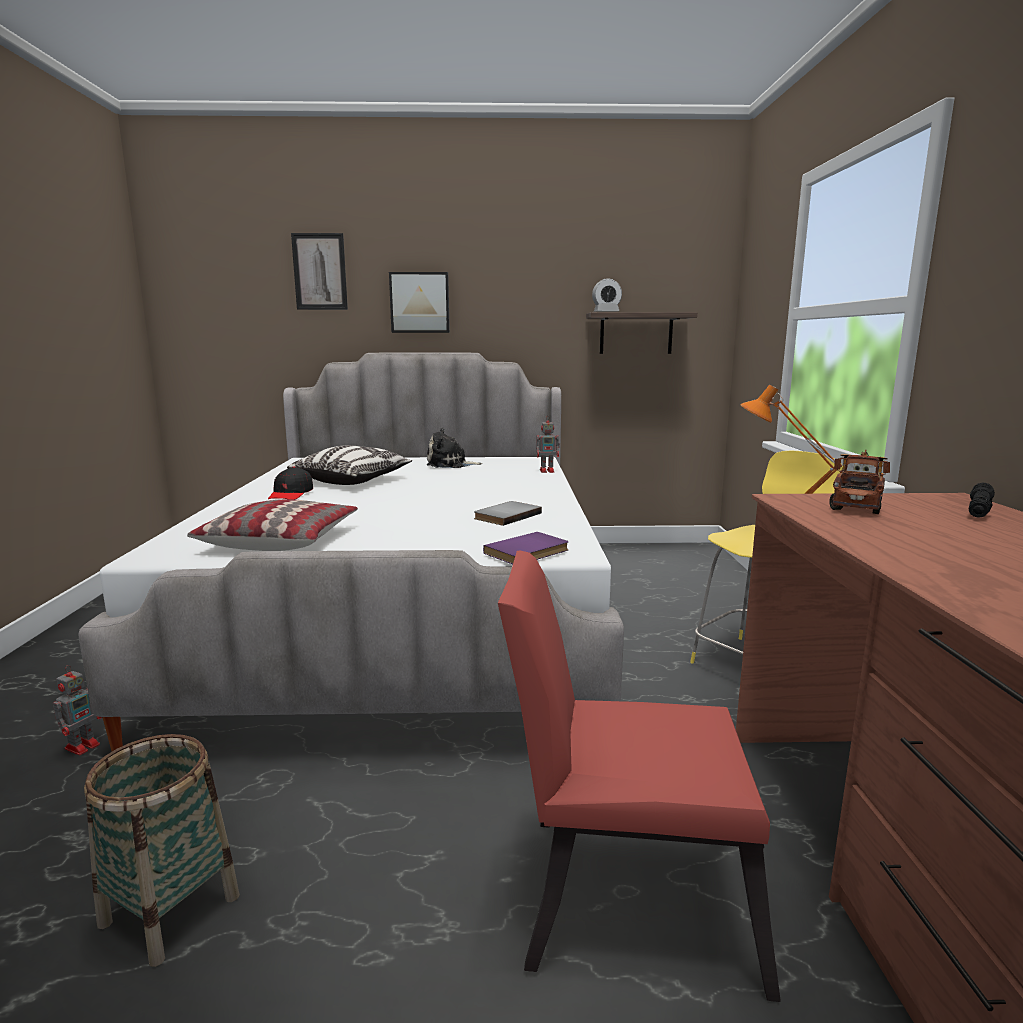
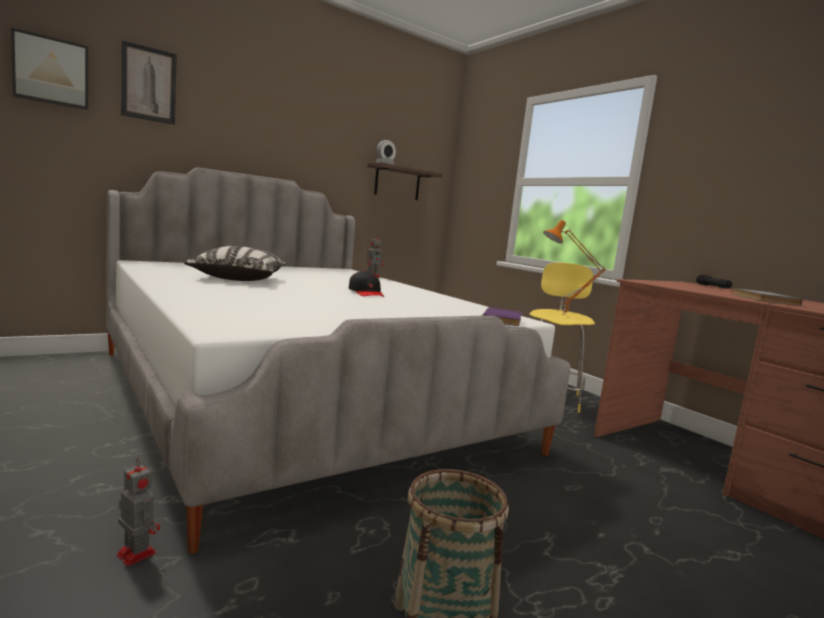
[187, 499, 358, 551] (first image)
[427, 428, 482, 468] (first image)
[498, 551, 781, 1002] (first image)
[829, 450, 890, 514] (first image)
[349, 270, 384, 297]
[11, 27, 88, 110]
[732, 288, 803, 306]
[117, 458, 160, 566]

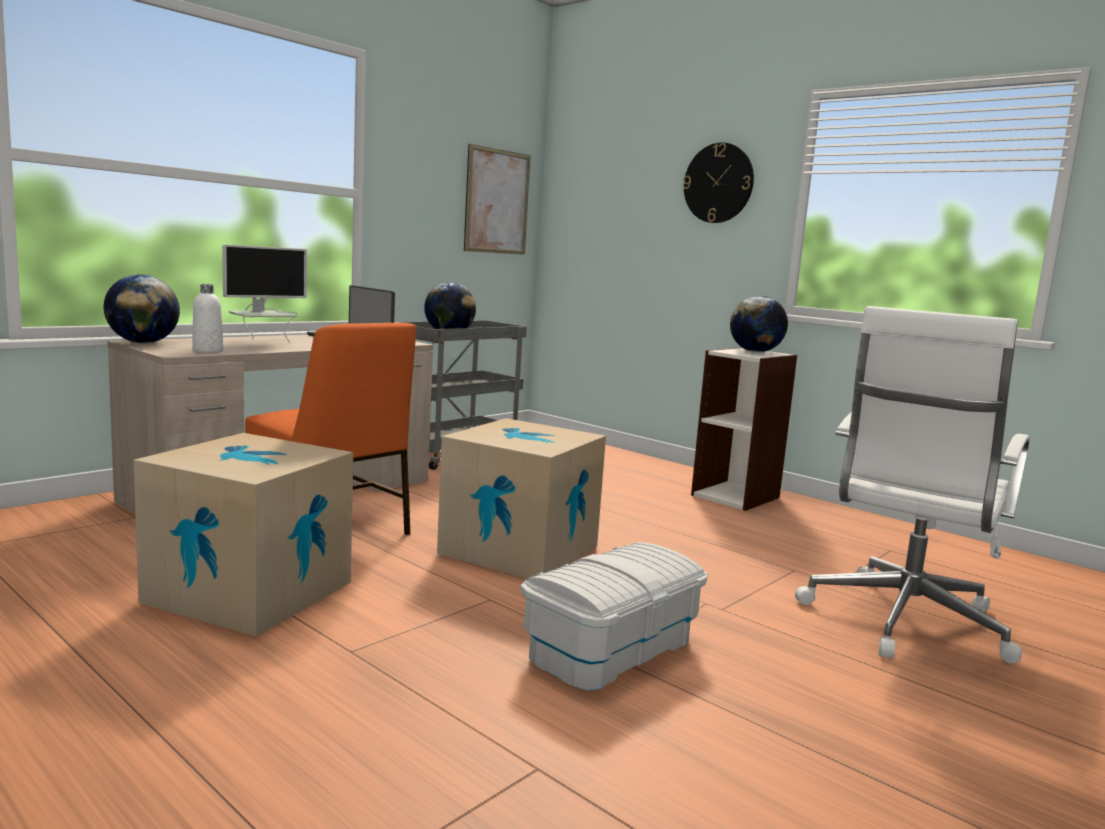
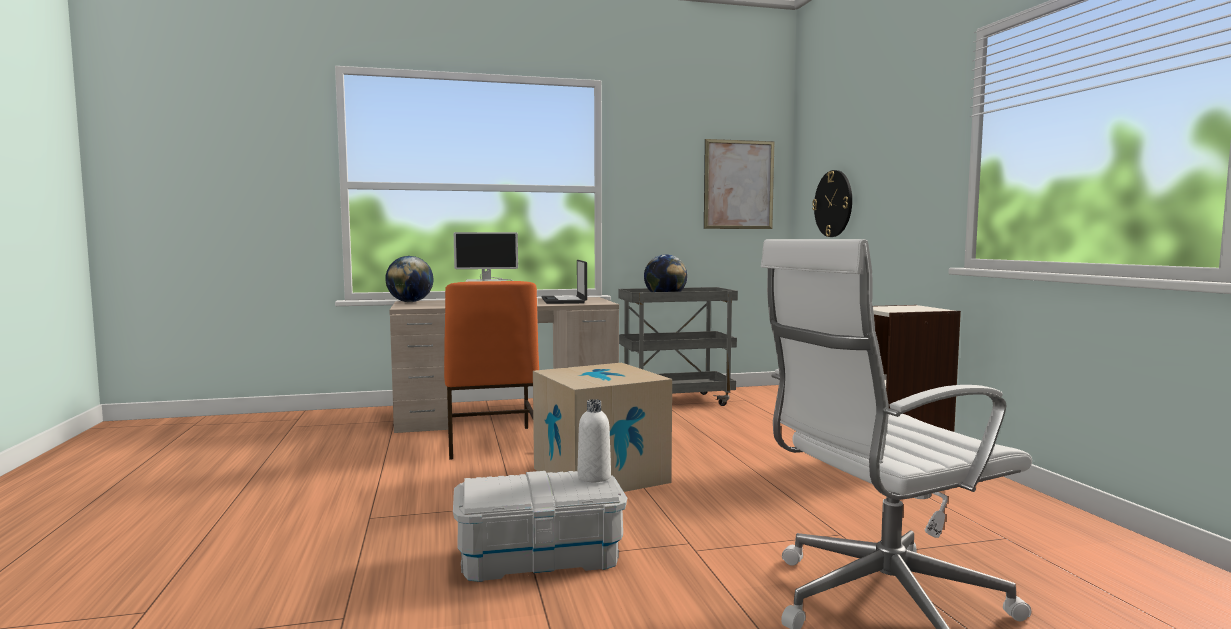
[134, 433, 353, 637] (first image)
[730, 296, 788, 352] (first image)
[577, 399, 611, 482]
[812, 170, 852, 237]

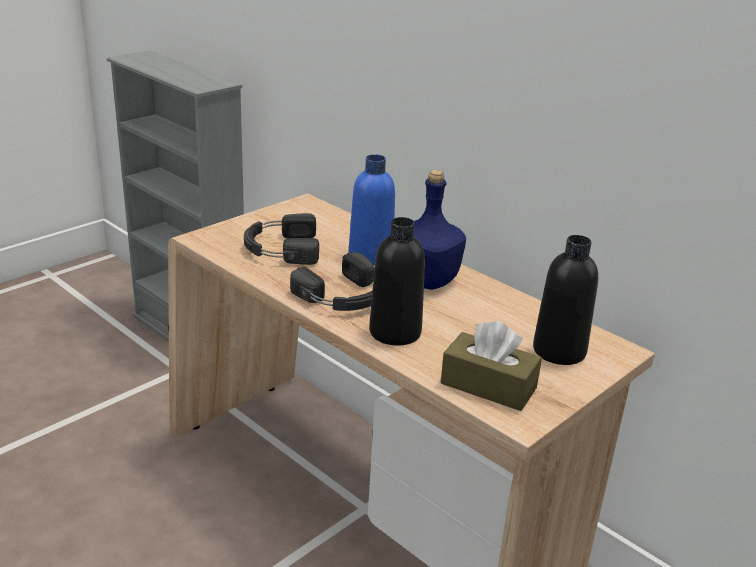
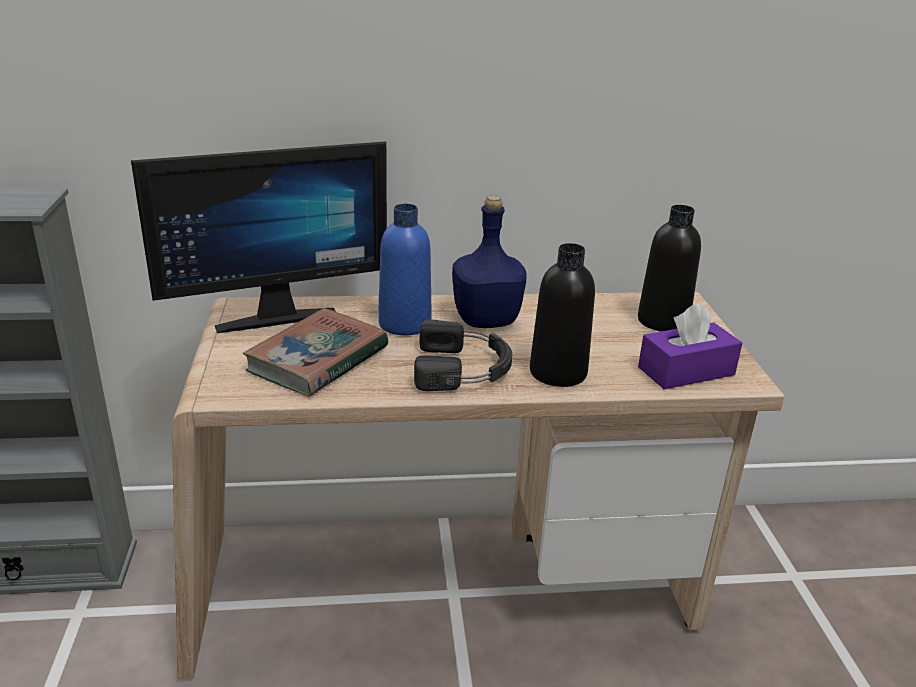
[131, 141, 387, 333]
[243, 308, 388, 396]
[638, 303, 742, 389]

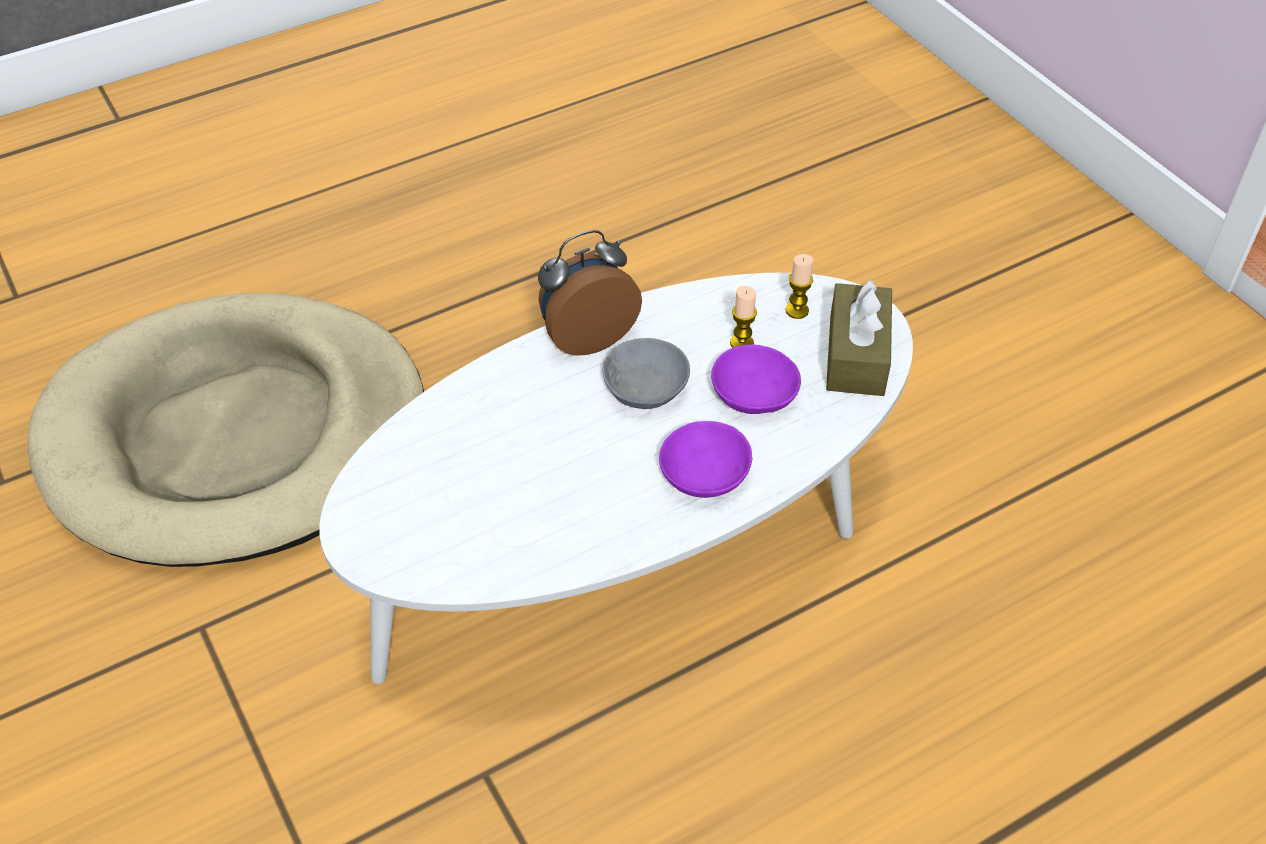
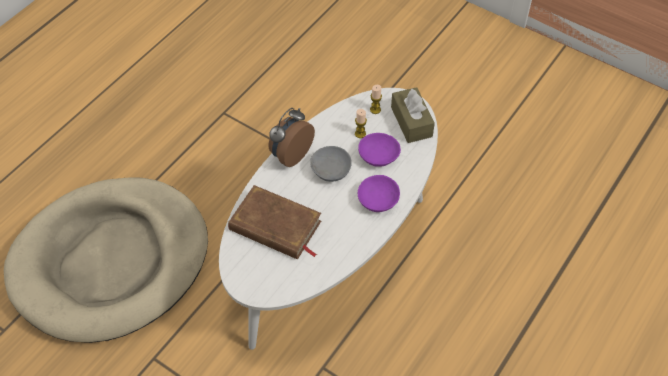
[228, 185, 321, 259]

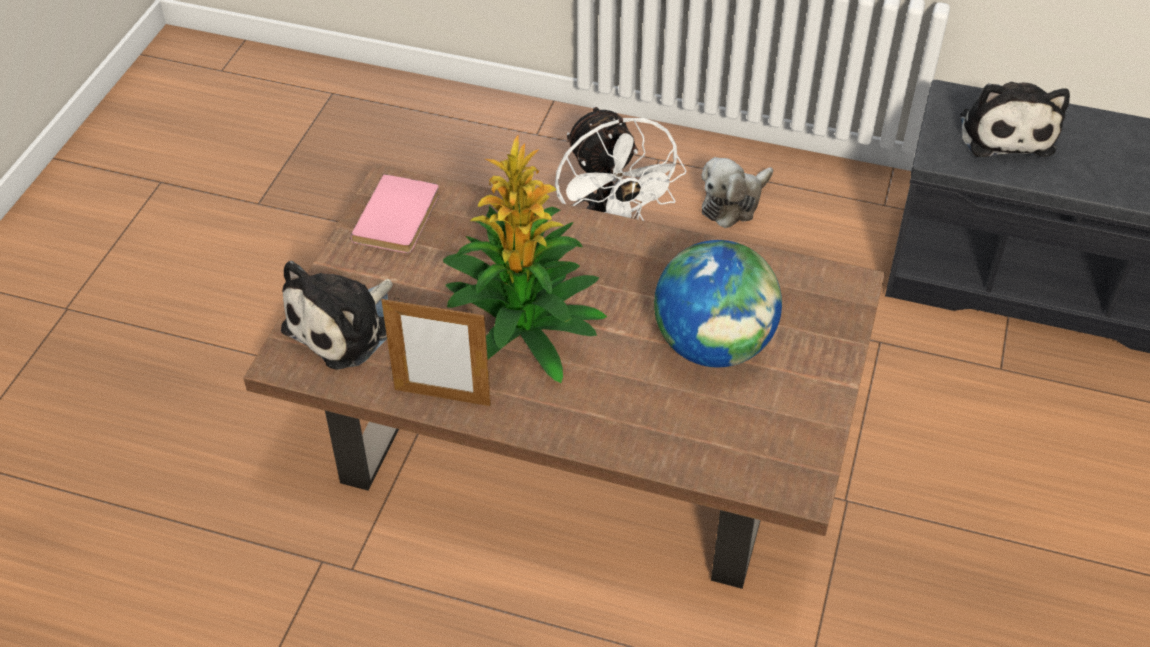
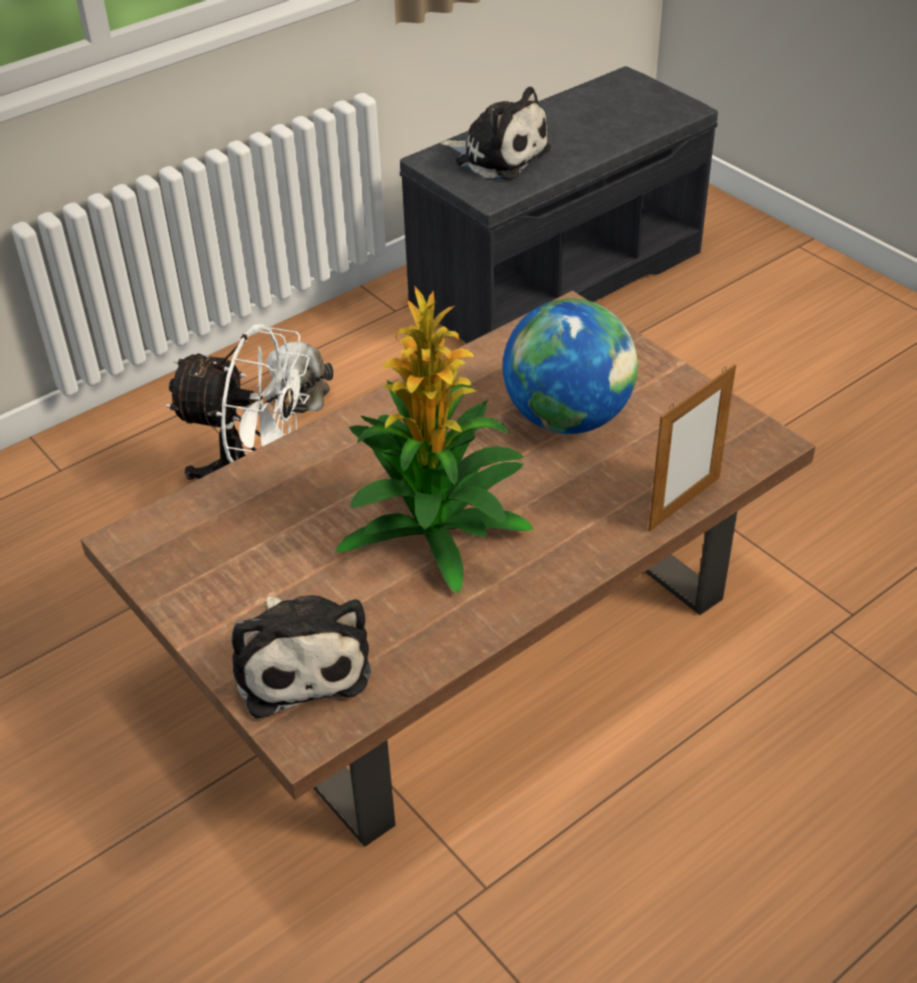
[351, 174, 439, 253] (first image)
[649, 364, 736, 531]

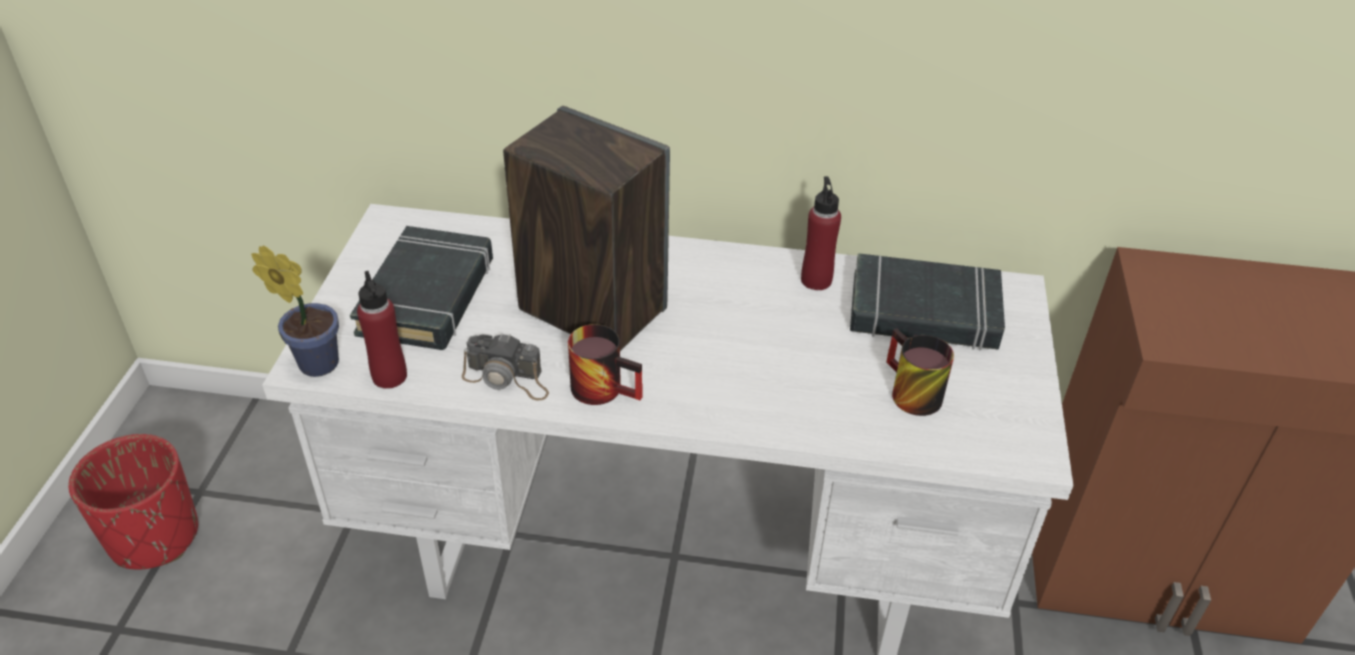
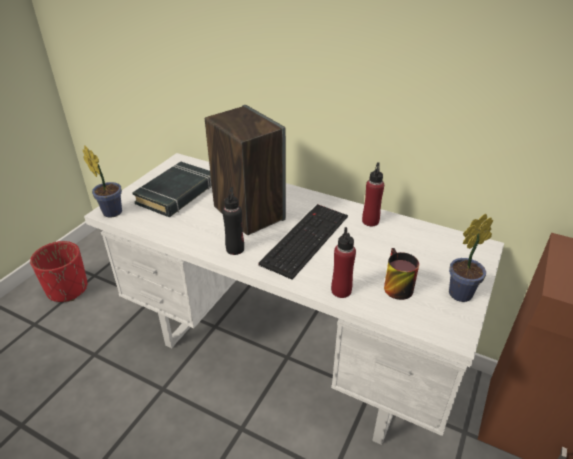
[462, 333, 549, 401] (first image)
[850, 253, 1005, 350] (first image)
[258, 204, 348, 280]
[449, 214, 493, 302]
[331, 227, 356, 298]
[222, 187, 244, 255]

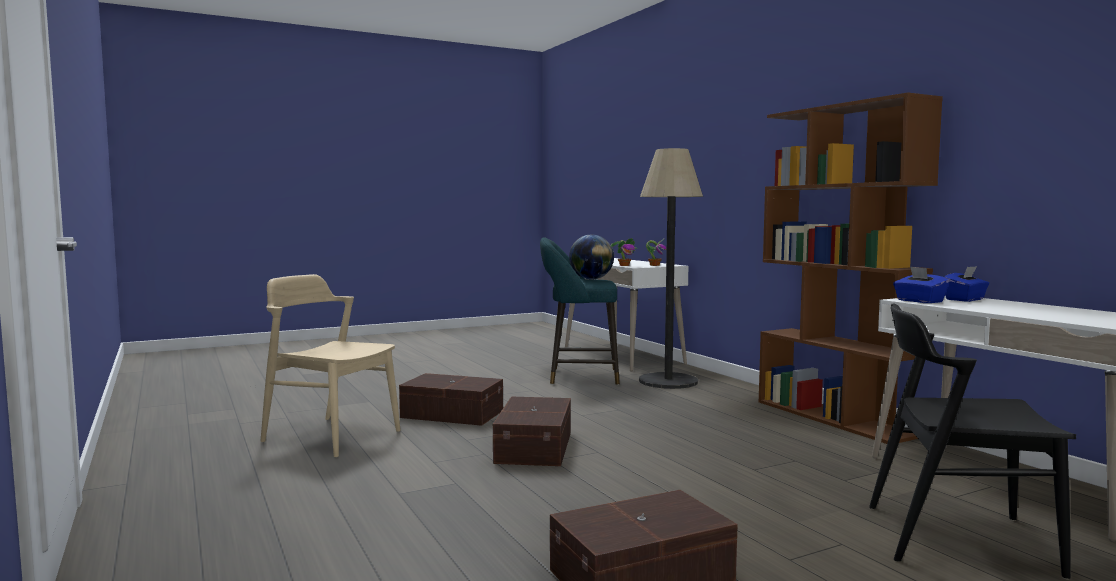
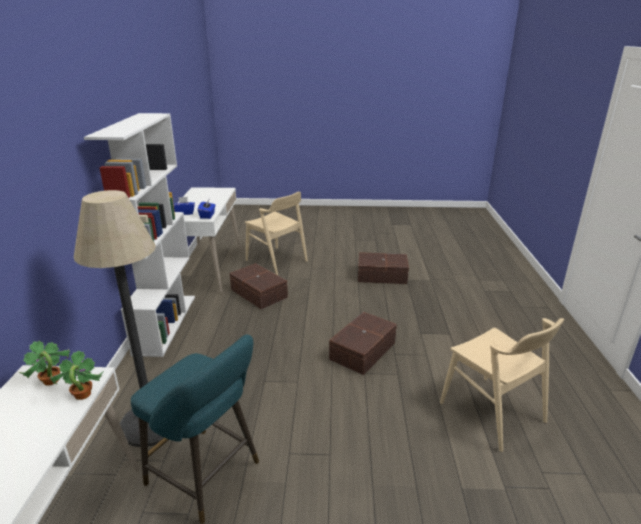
[569, 234, 614, 280] (first image)
[230, 263, 288, 310]
[84, 113, 195, 357]
[245, 192, 308, 275]

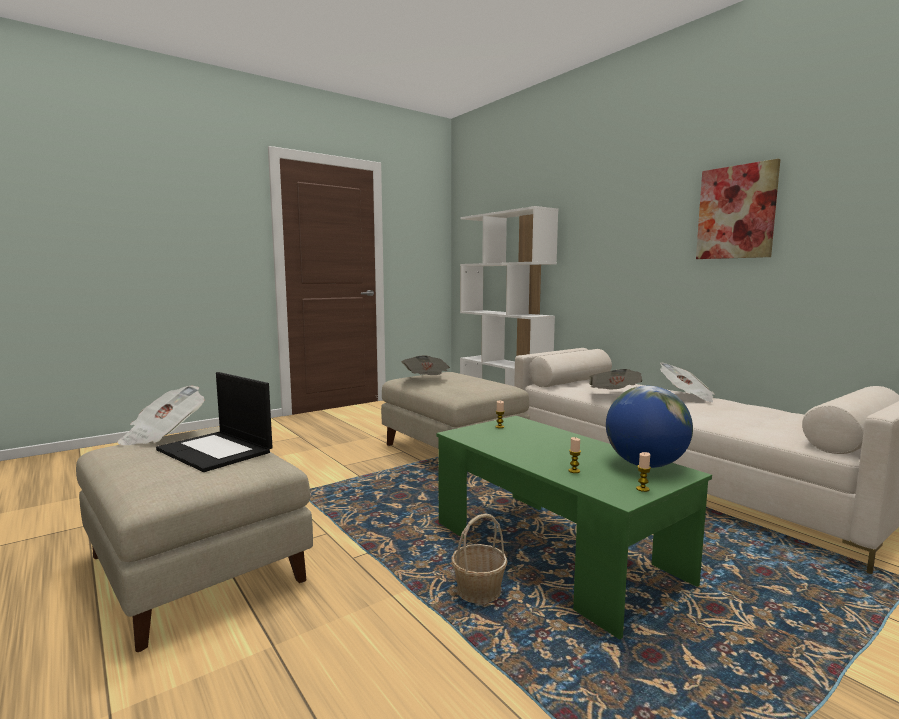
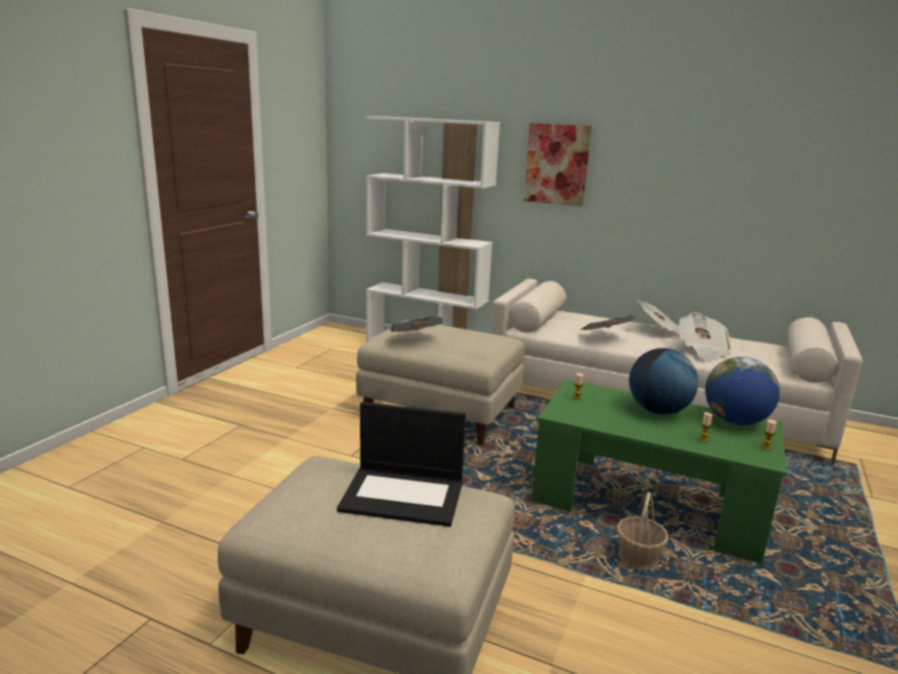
[629, 348, 699, 415]
[678, 312, 731, 360]
[524, 123, 592, 206]

